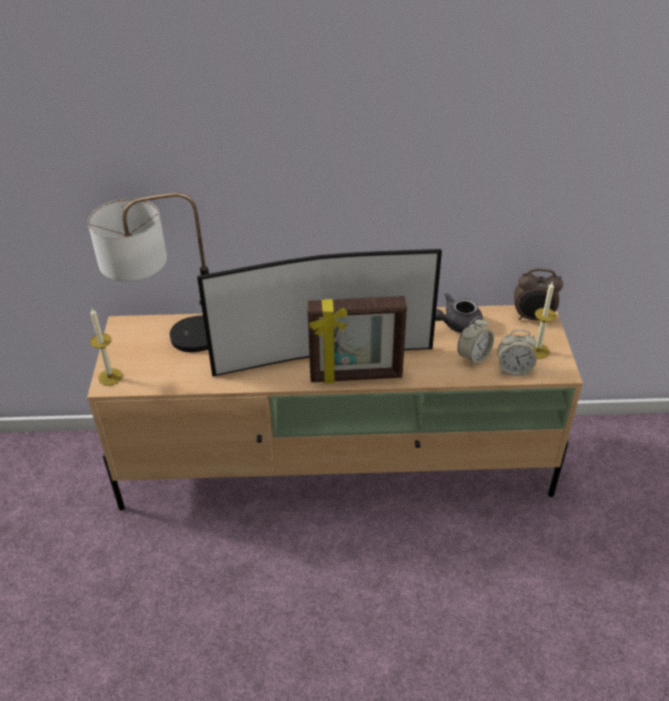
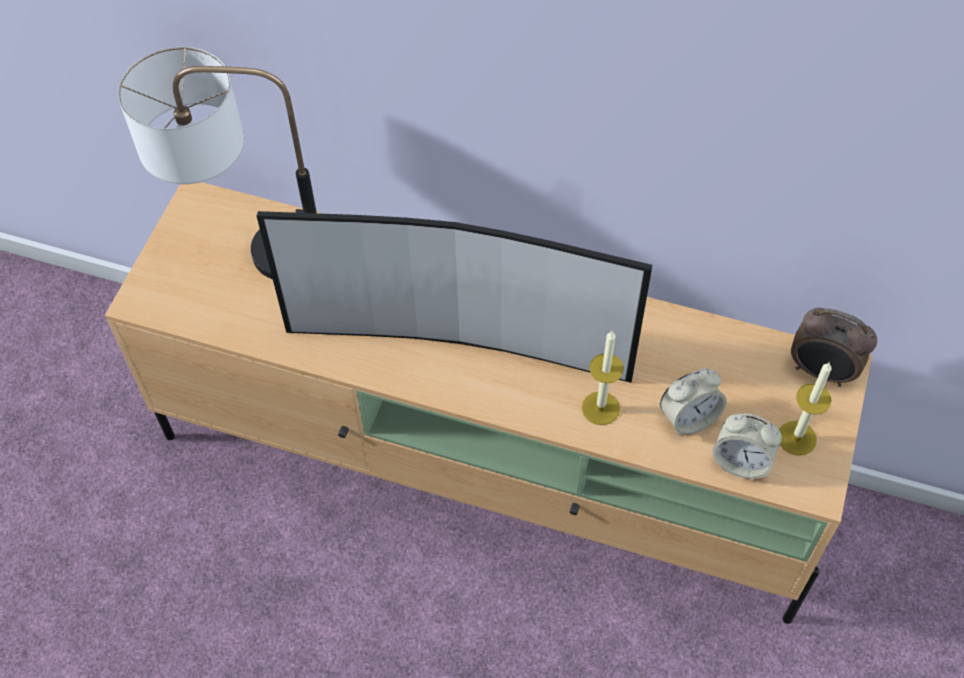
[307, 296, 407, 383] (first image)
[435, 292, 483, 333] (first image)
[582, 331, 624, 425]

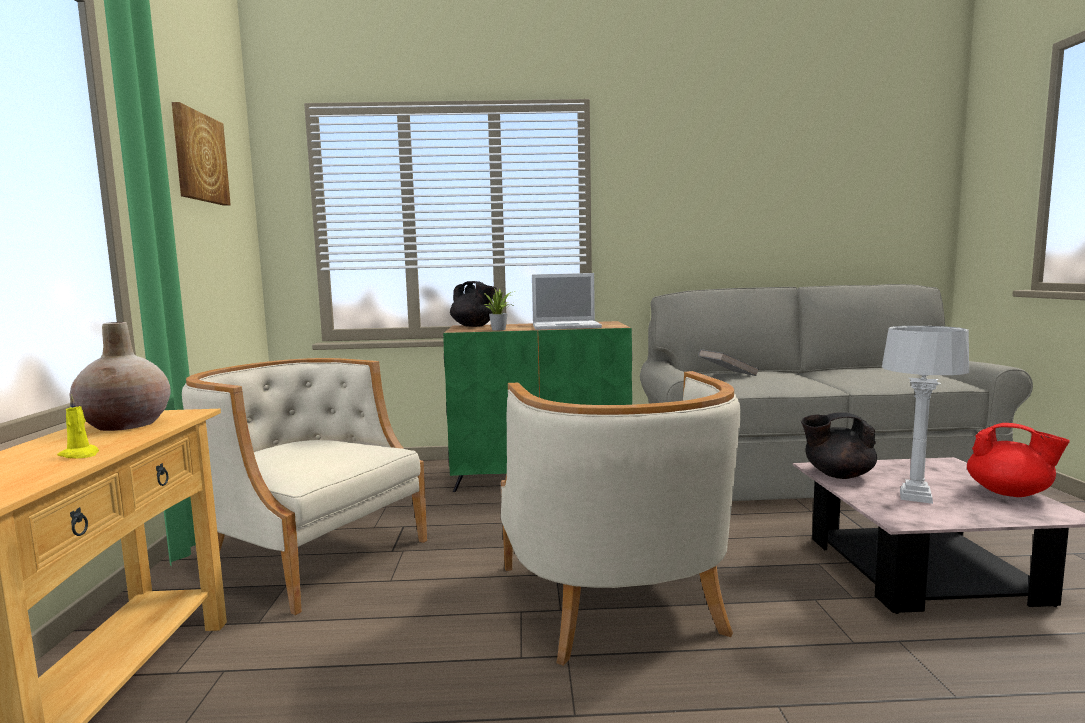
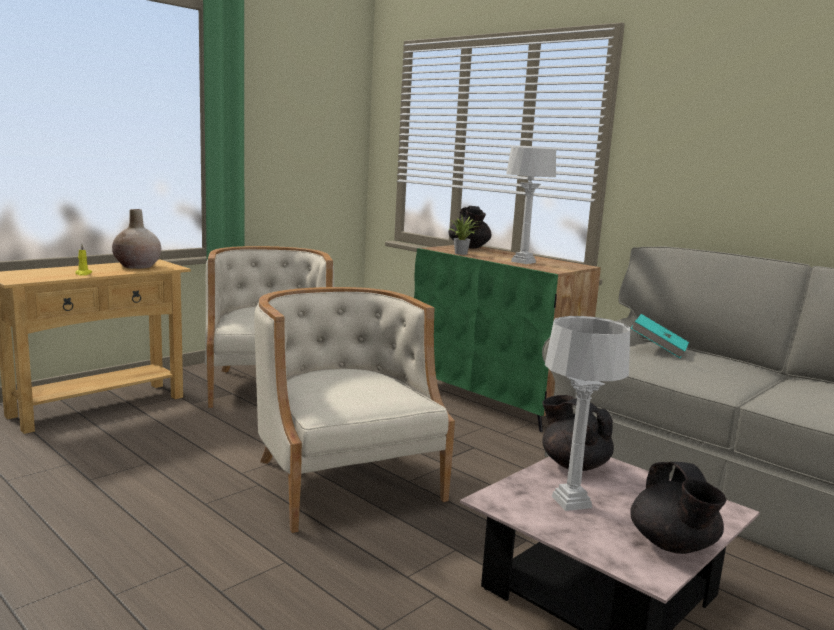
[172, 102, 231, 206] (first image)
[506, 147, 556, 264]
[631, 314, 689, 358]
[630, 462, 726, 554]
[254, 287, 455, 533]

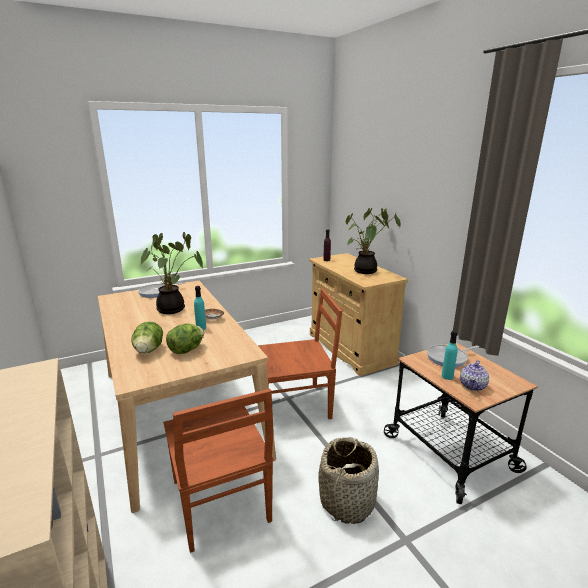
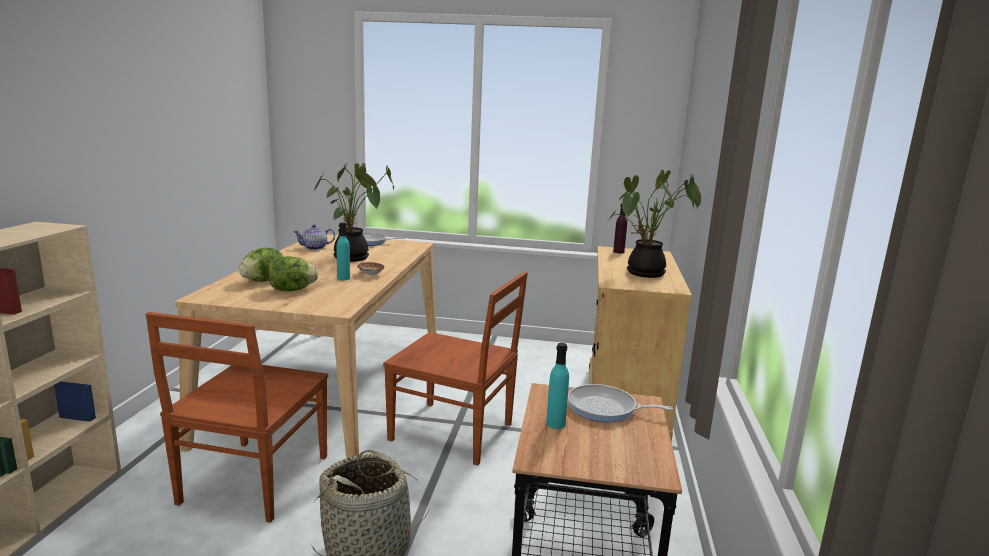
[293, 224, 335, 250]

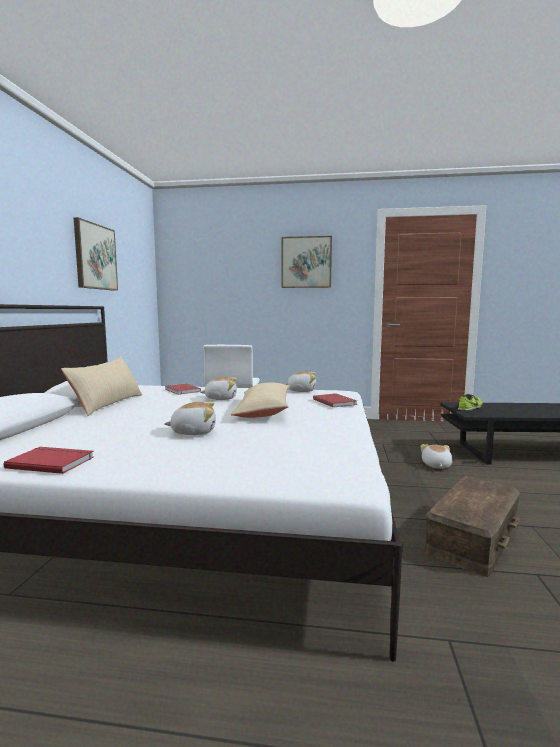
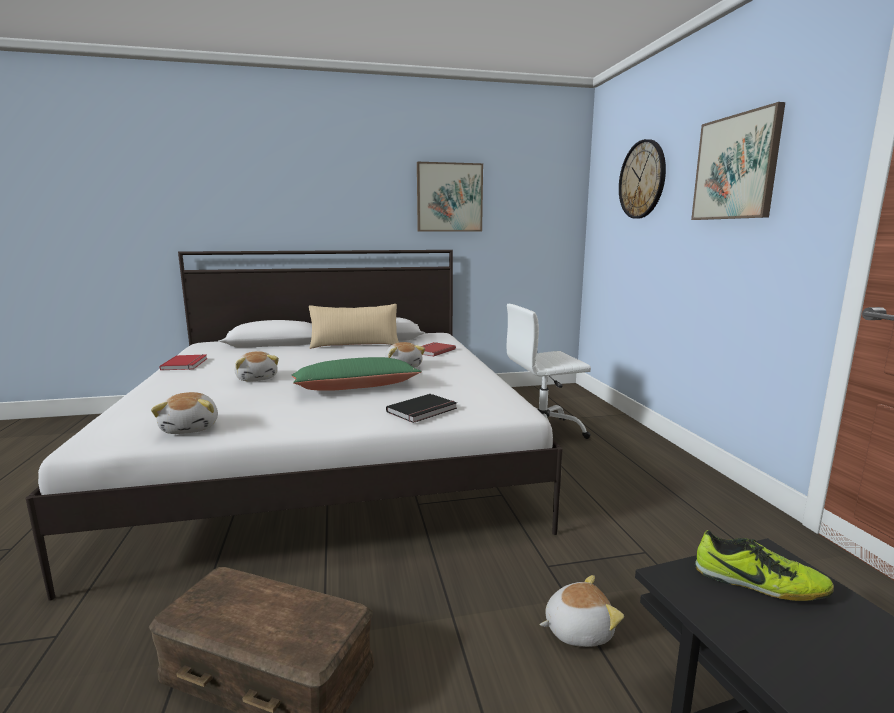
[619, 139, 666, 219]
[151, 392, 218, 434]
[291, 357, 422, 391]
[386, 394, 457, 423]

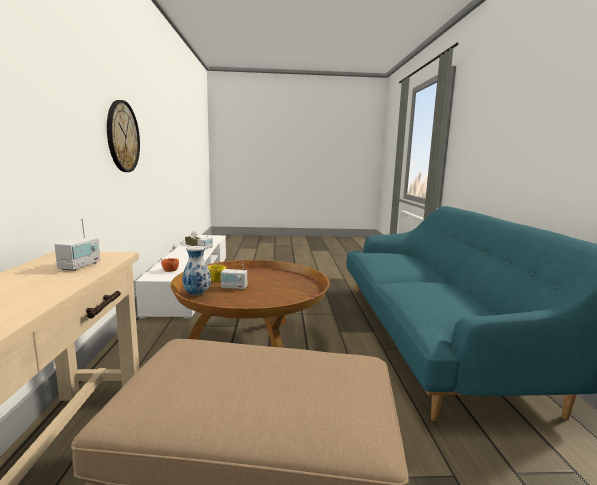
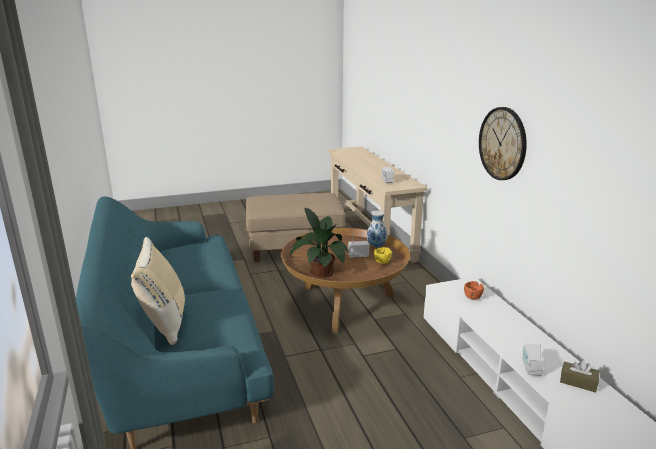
[131, 237, 185, 345]
[290, 208, 349, 278]

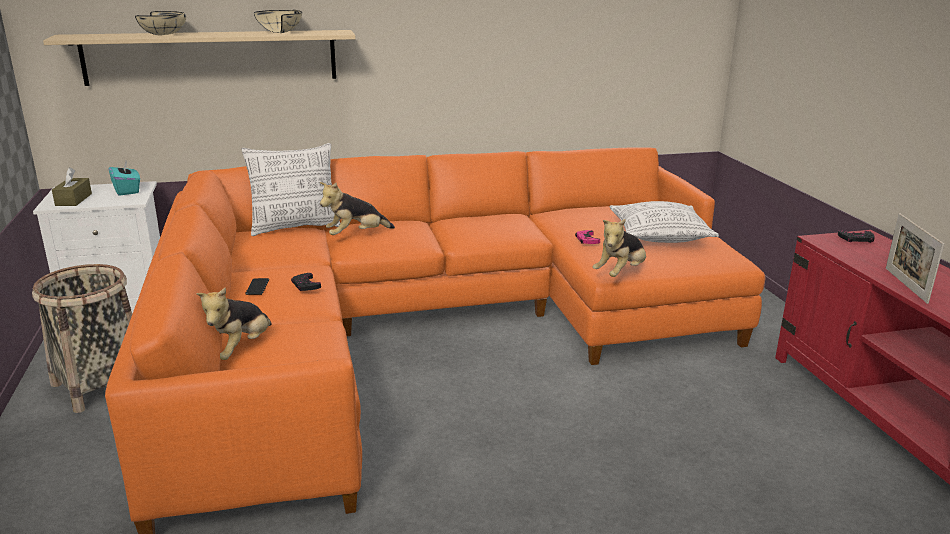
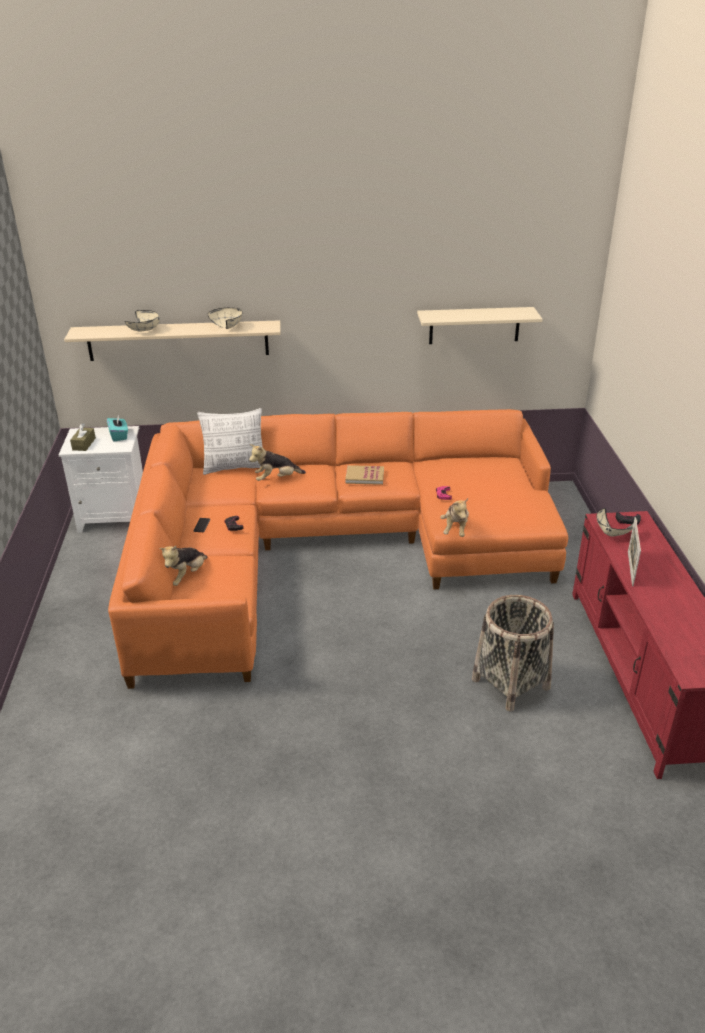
[609, 201, 719, 243] (first image)
[345, 465, 384, 485]
[417, 307, 543, 344]
[597, 508, 638, 537]
[472, 595, 554, 712]
[440, 498, 469, 537]

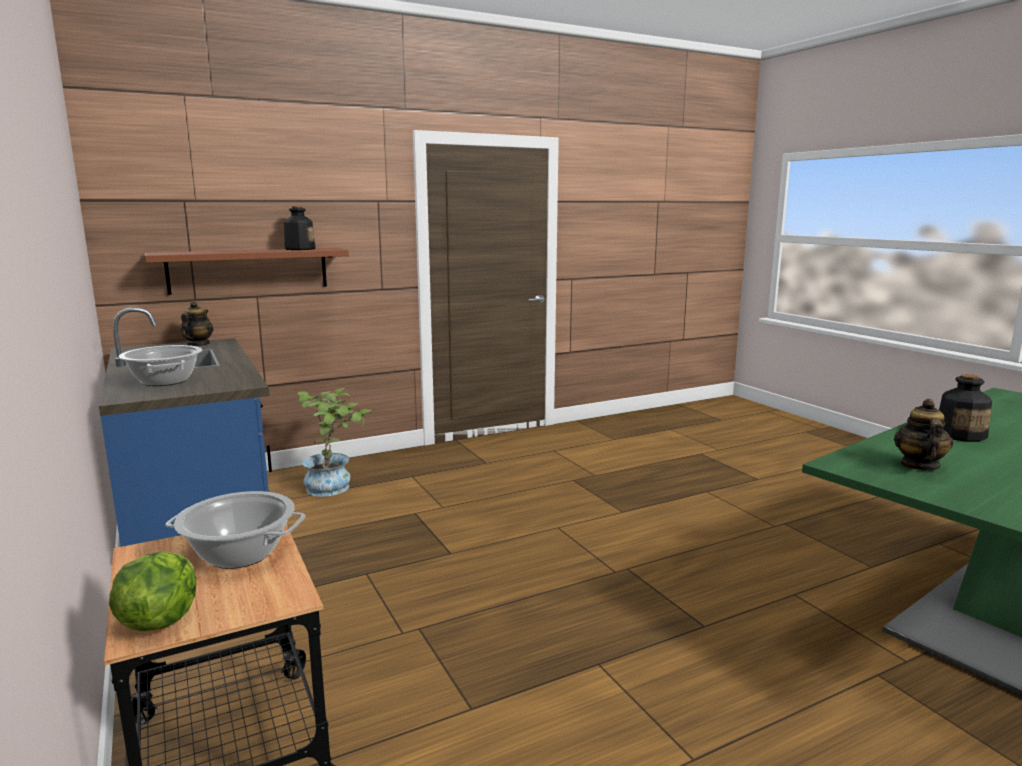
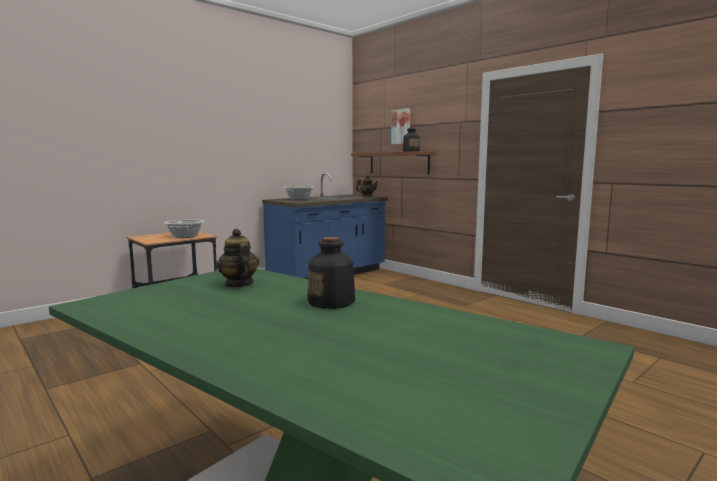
[109, 552, 196, 631] (first image)
[297, 388, 371, 497] (first image)
[391, 108, 410, 144]
[216, 228, 259, 288]

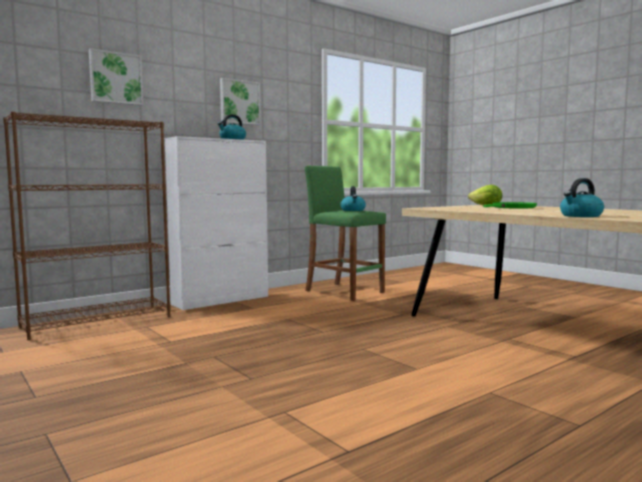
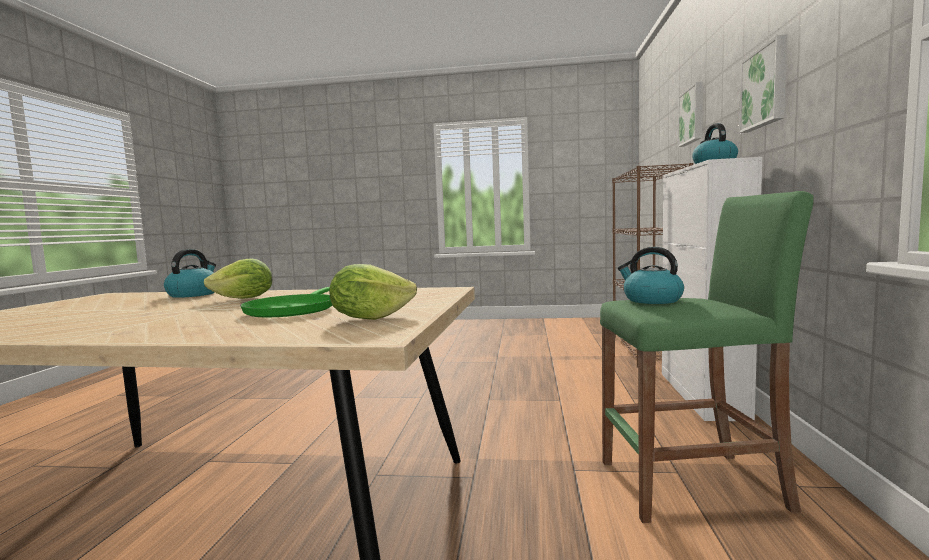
[204, 258, 272, 299]

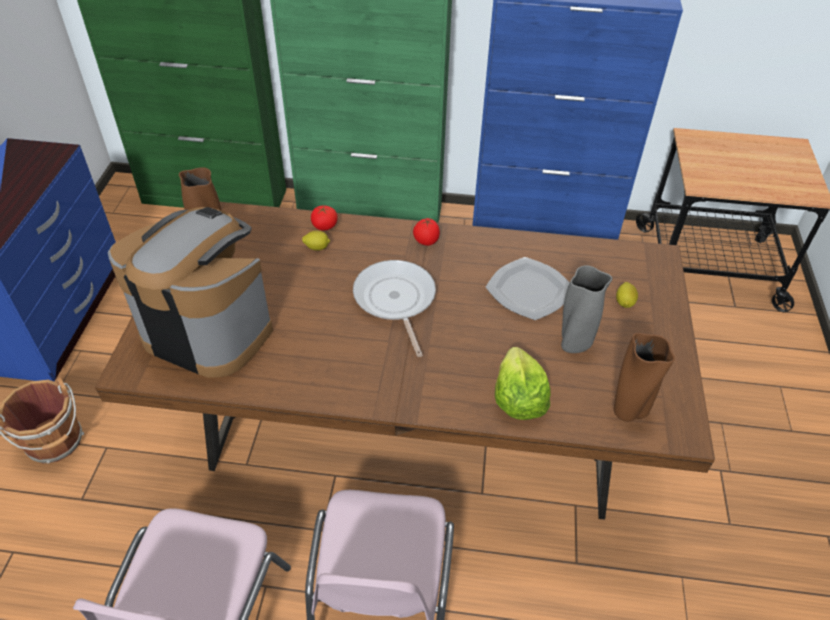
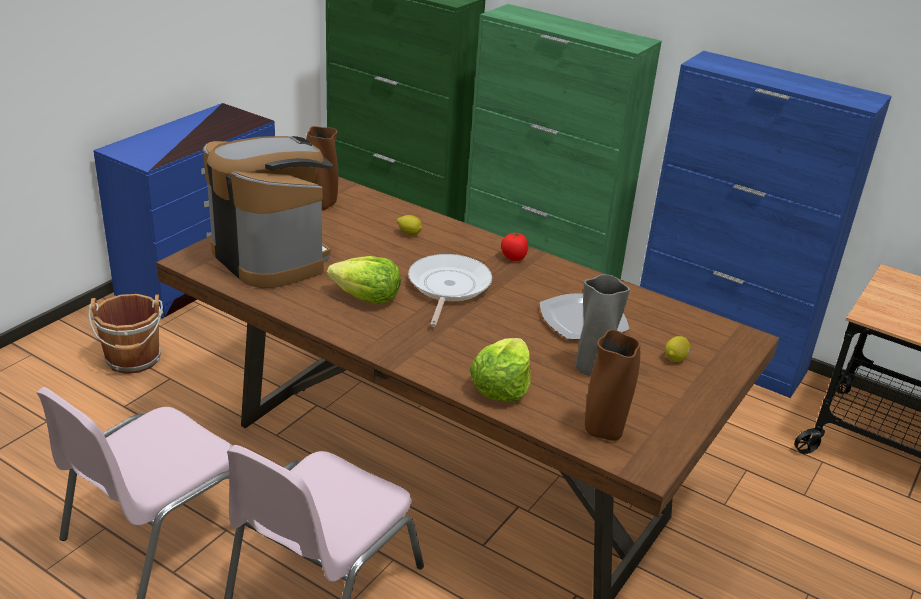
[311, 206, 337, 231] (first image)
[327, 256, 401, 305]

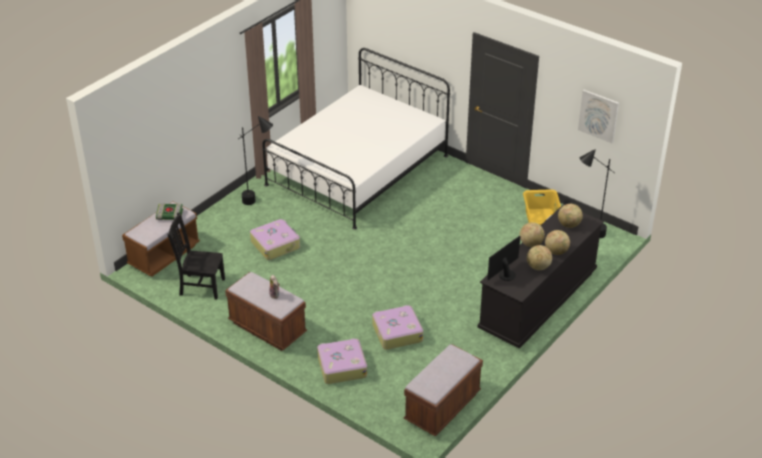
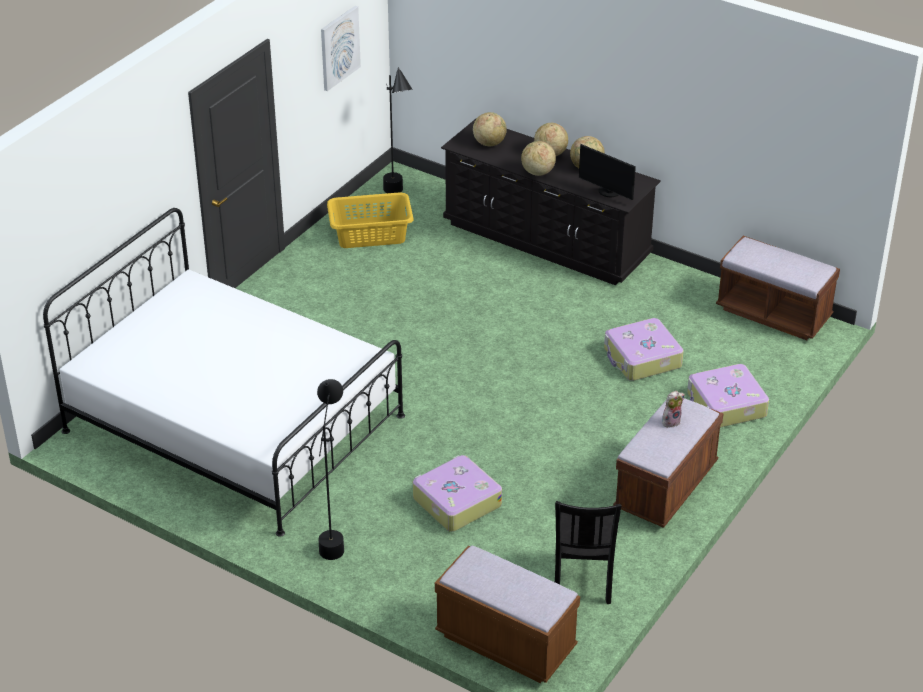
[156, 203, 183, 220] (first image)

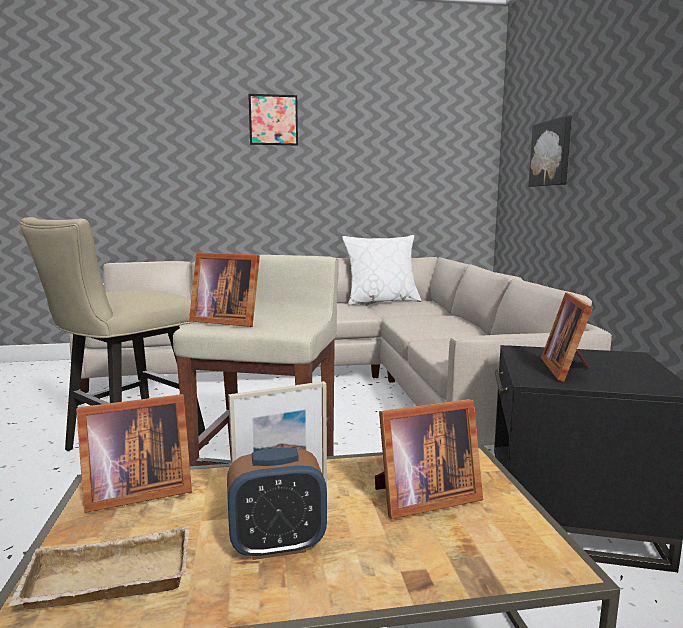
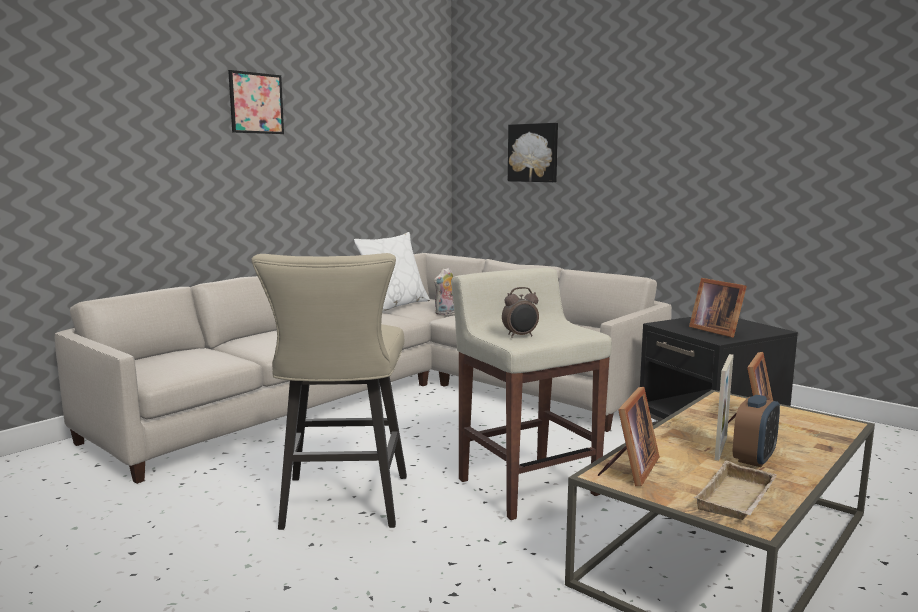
[434, 268, 454, 315]
[502, 287, 539, 338]

